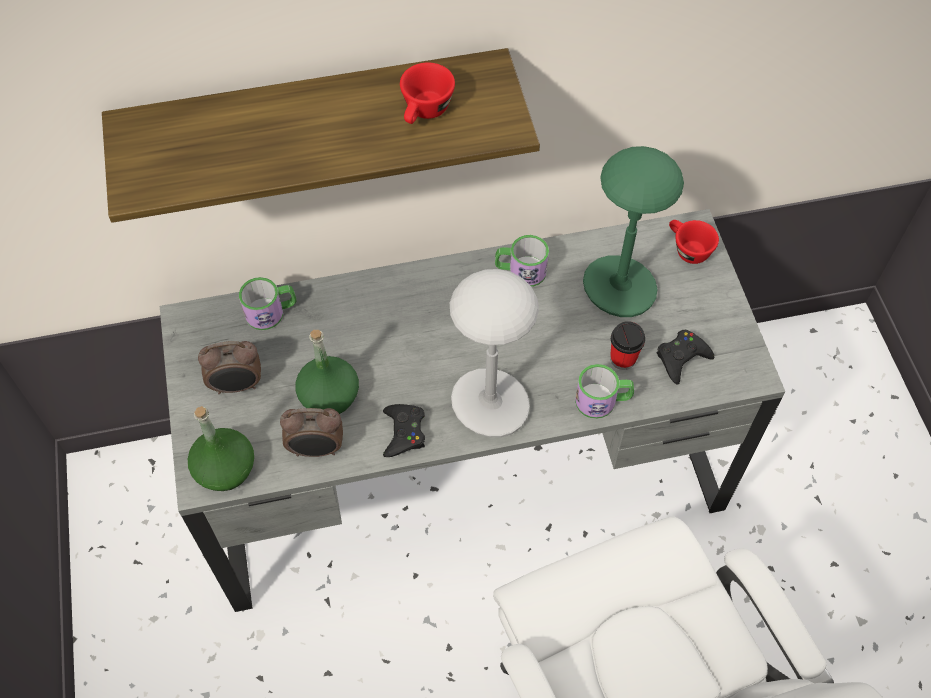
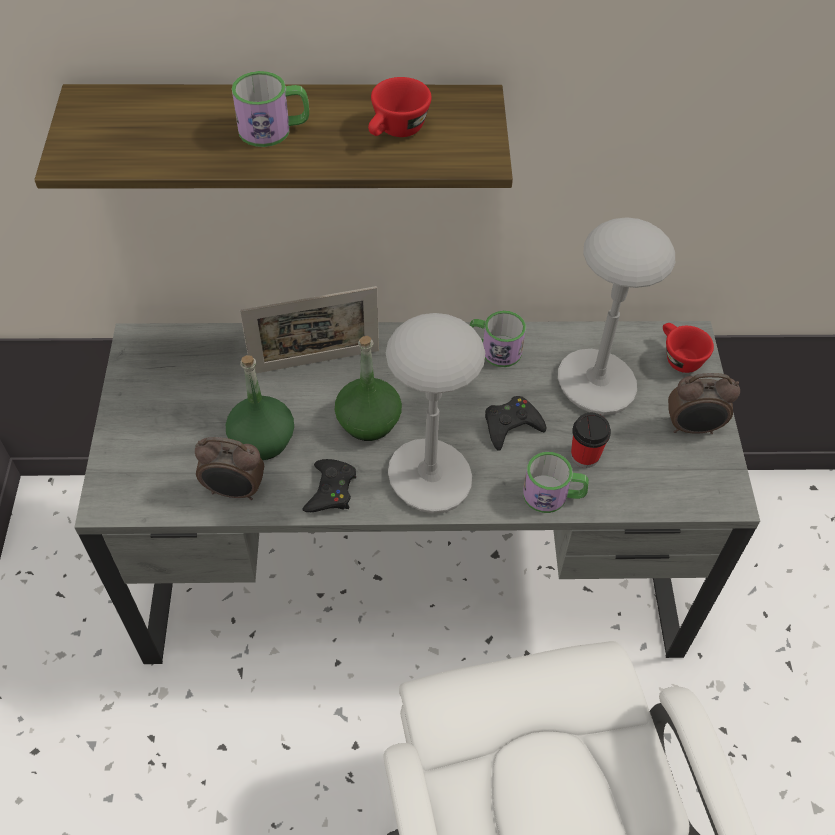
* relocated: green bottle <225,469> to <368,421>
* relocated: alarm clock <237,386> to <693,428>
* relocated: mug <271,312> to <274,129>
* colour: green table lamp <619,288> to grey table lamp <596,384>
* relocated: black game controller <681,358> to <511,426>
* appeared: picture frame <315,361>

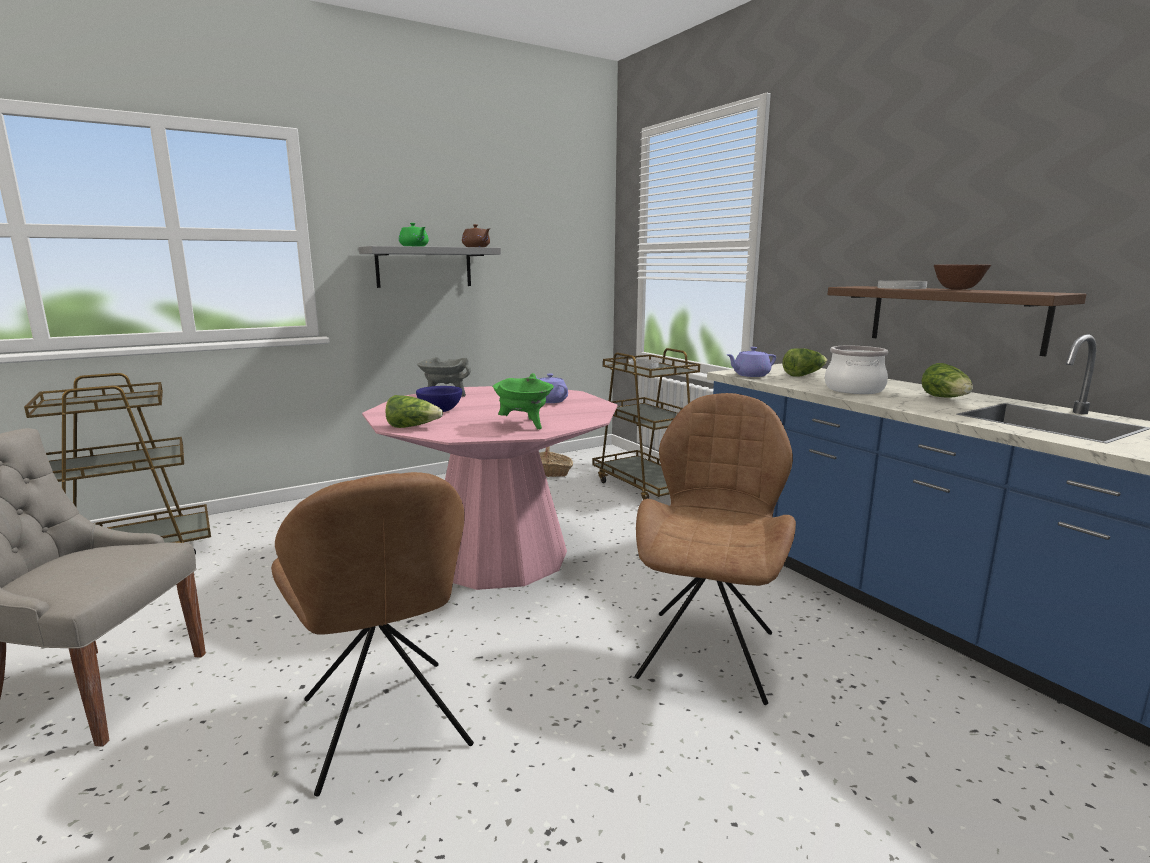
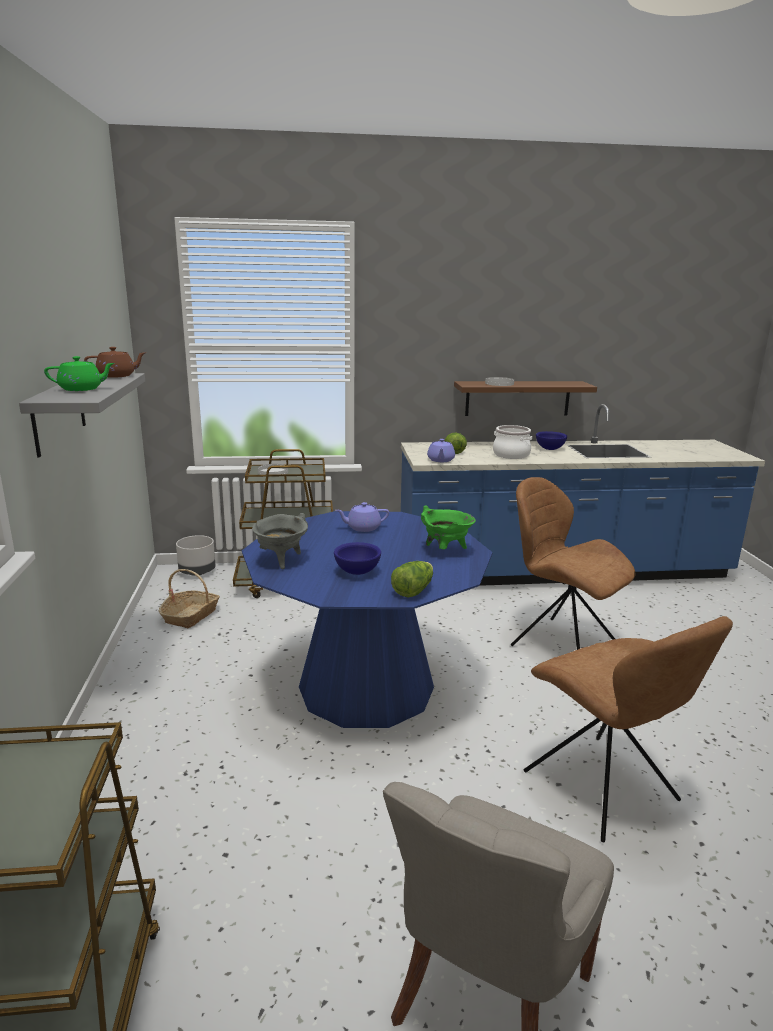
* spun: brown chair <386,727> = <604,789> 60 degrees clockwise
* colour: pink dining table <498,555> to blue dining table <366,687>
* exchanged: lettuce <946,398> to blue bowl <549,449>
* missing: brown bowl <958,289>
* appeared: grey planter <197,572>

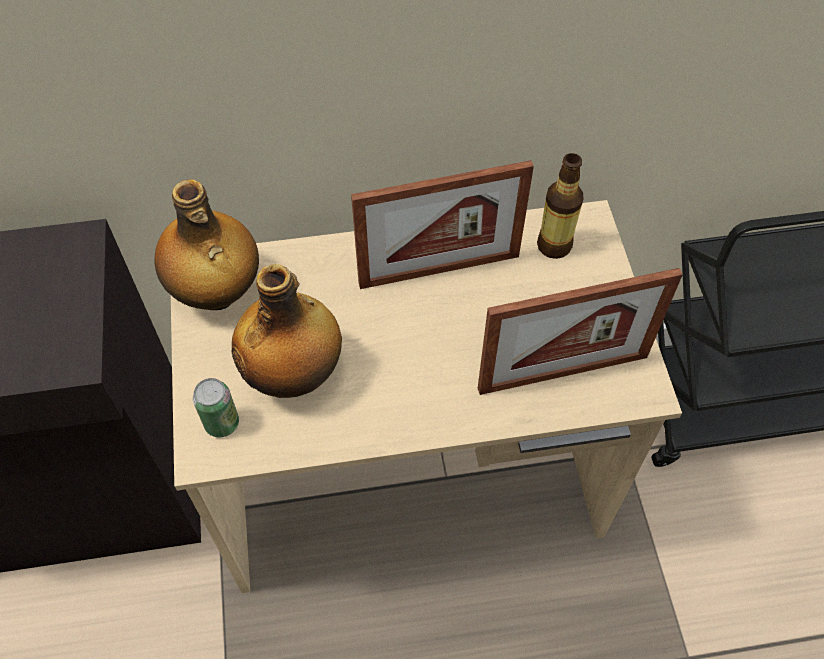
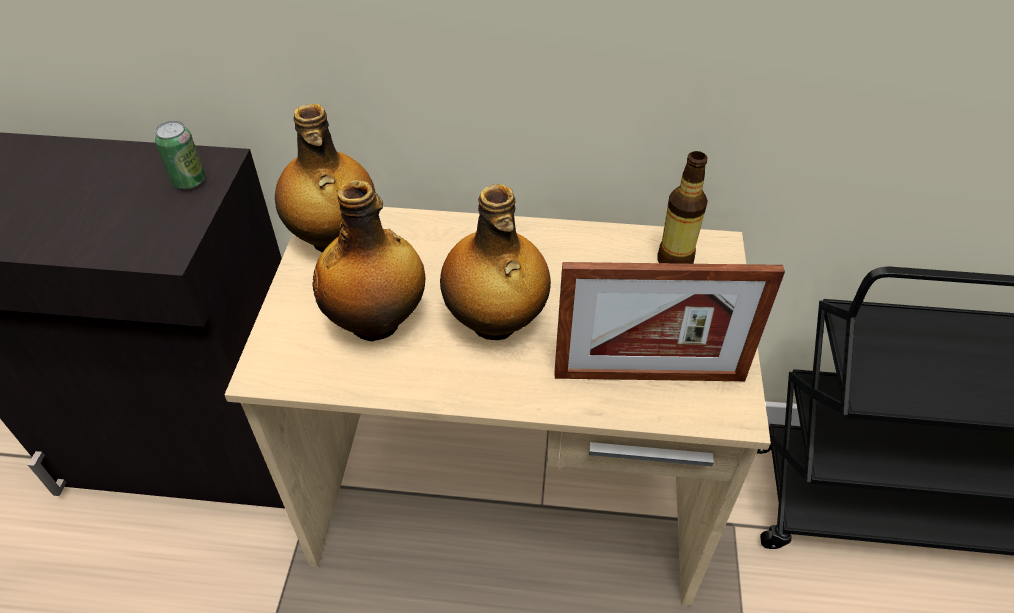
* relocated: can <222,423> to <189,181>
* missing: picture frame <439,270>
* appeared: bottle <495,323>

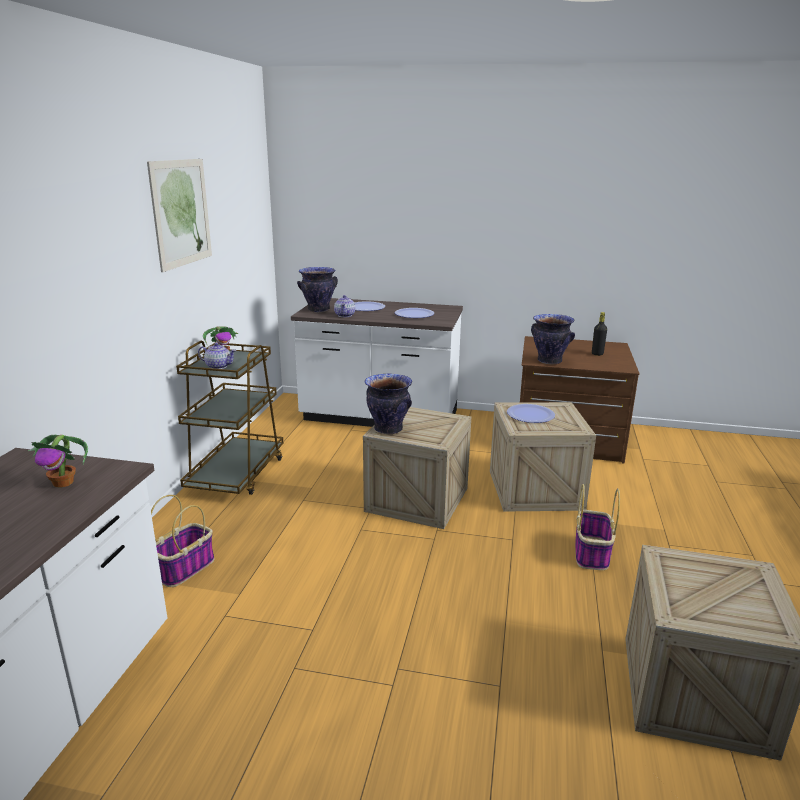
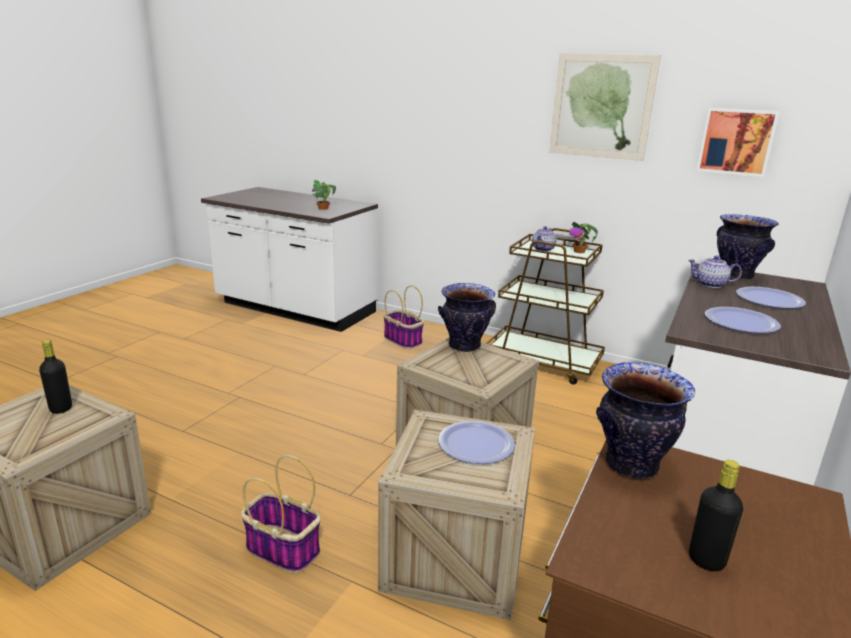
* appeared: black bottle <61,408>
* appeared: picture <736,141>

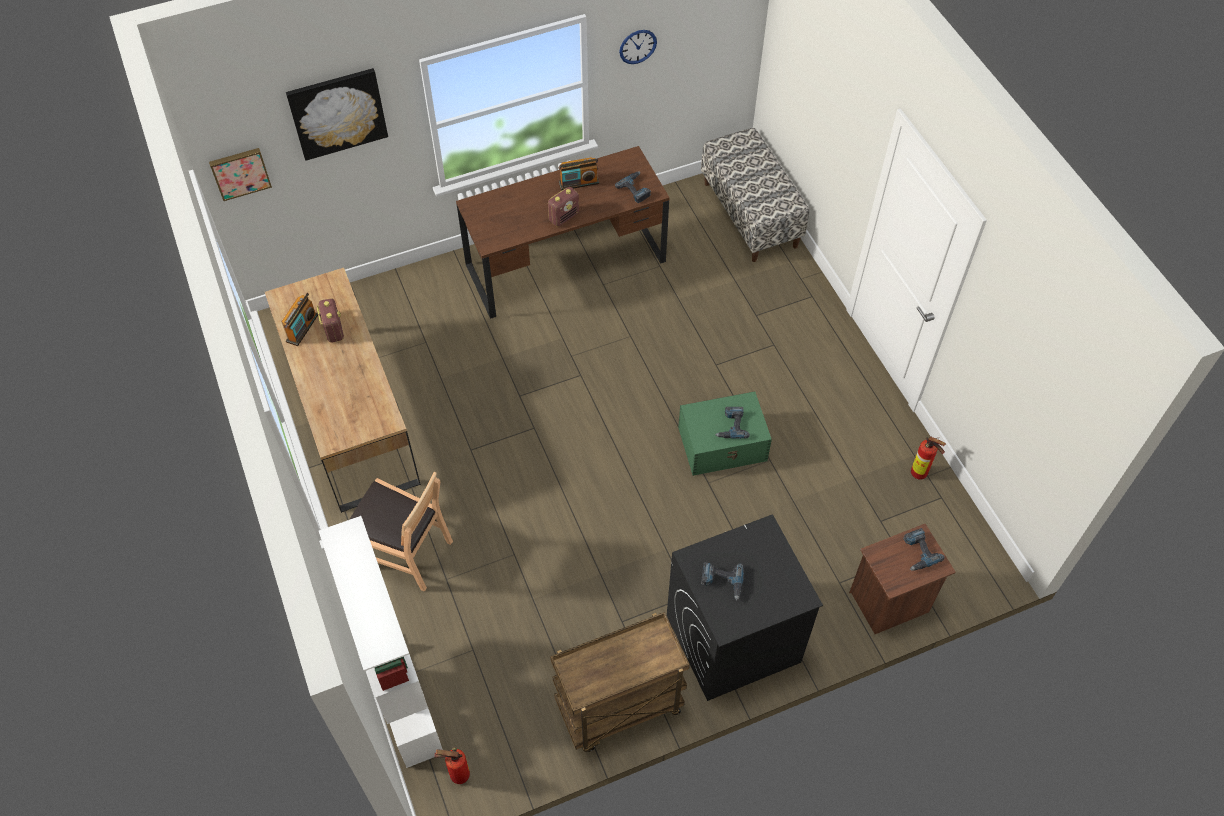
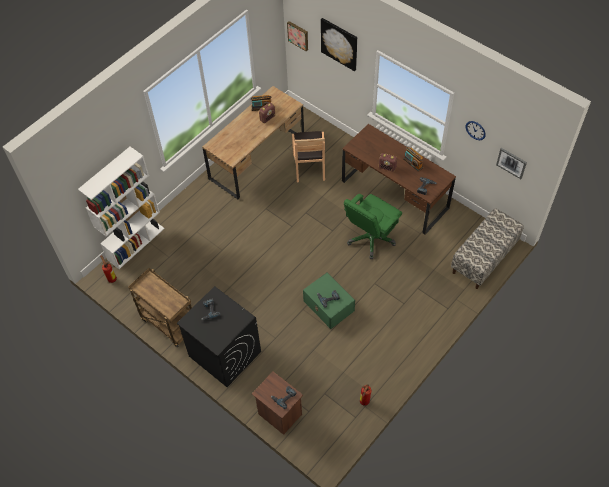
* relocated: brown chair <404,552> to <309,167>
* appeared: green office chair <371,238>
* appeared: picture <511,163>

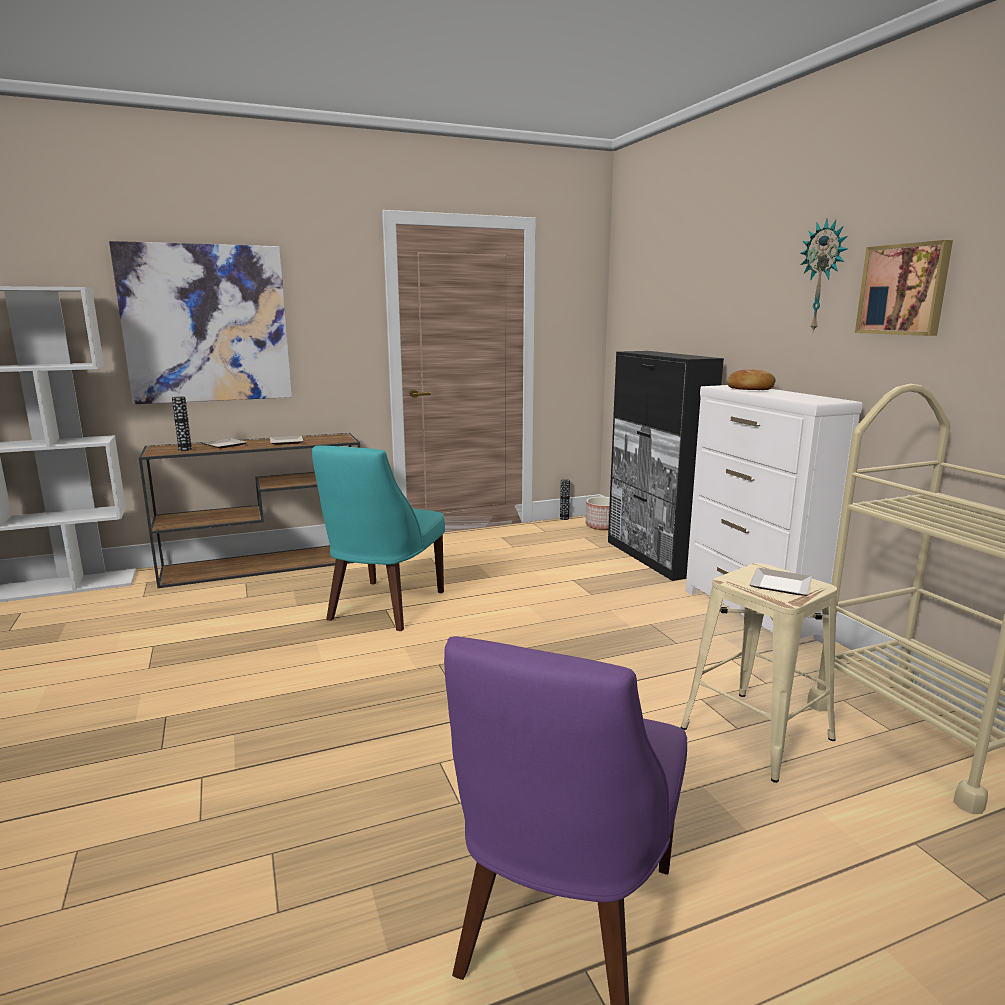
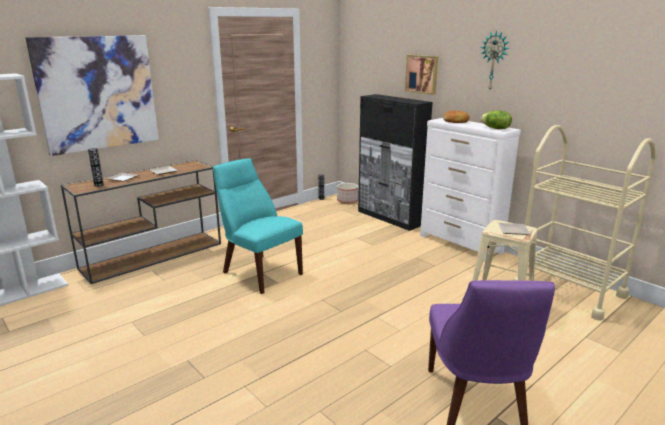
* spun: turquoise chair <383,607> = <259,272> 135 degrees clockwise
* relocated: picture <904,289> to <422,74>
* appeared: lettuce <495,128>

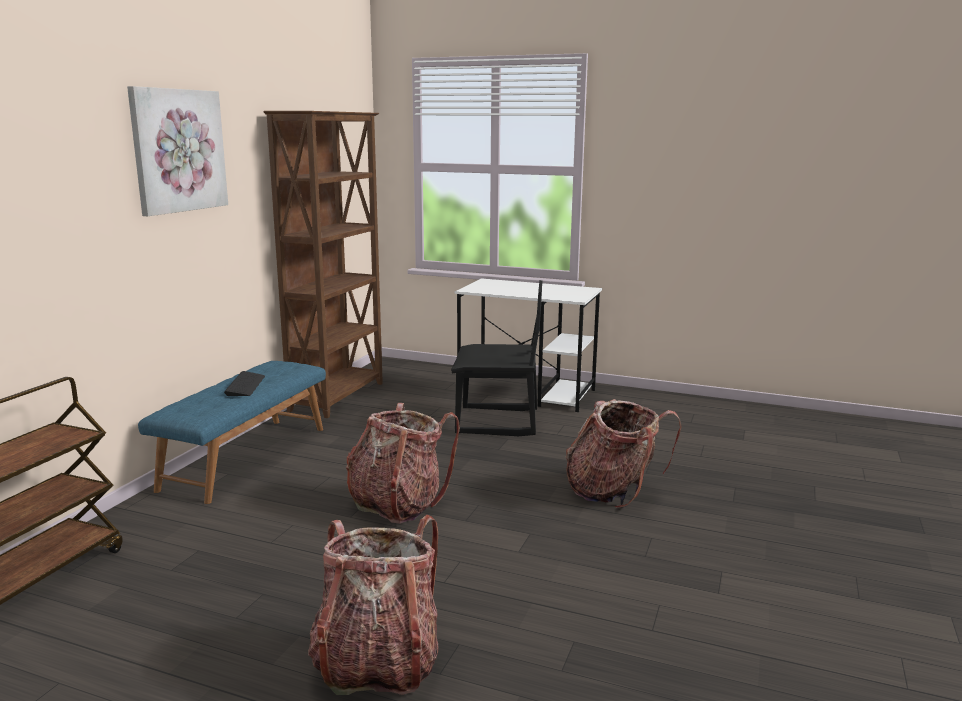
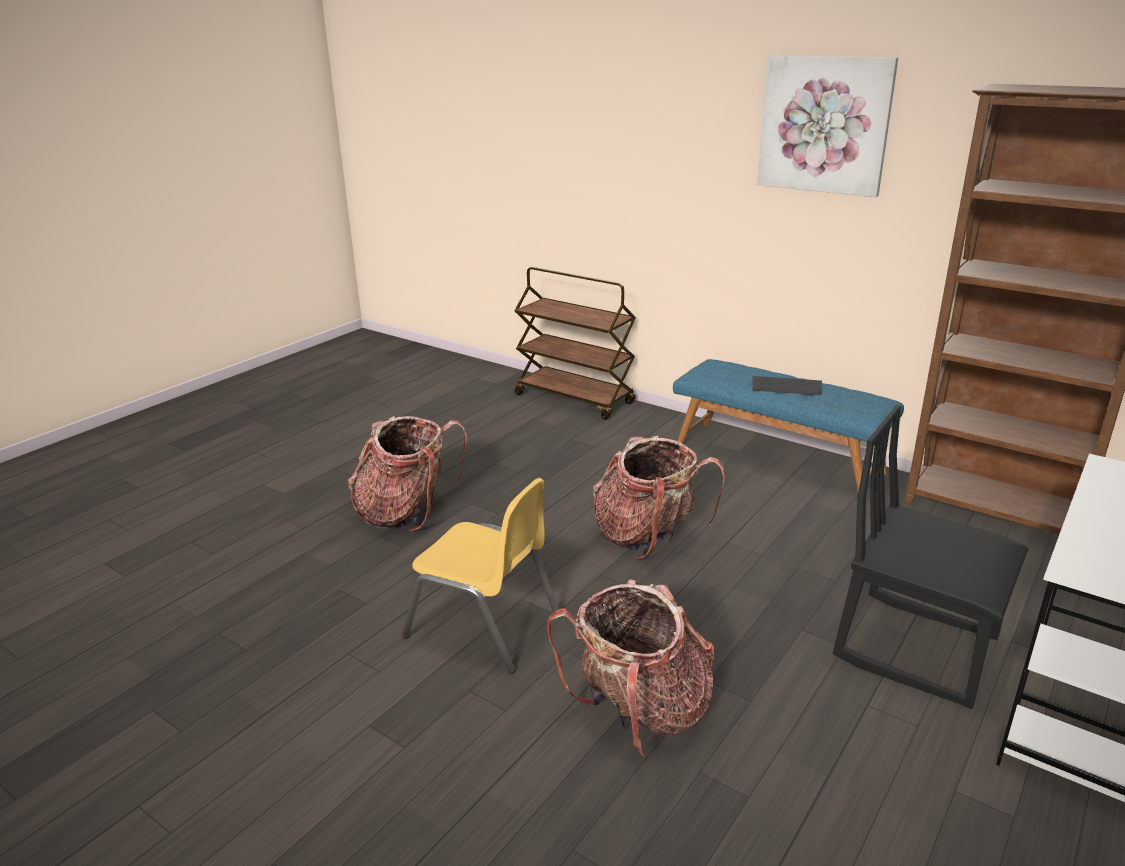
* spun: black chair <497,422> = <916,647> 105 degrees clockwise
* appeared: yellow chair <484,626>

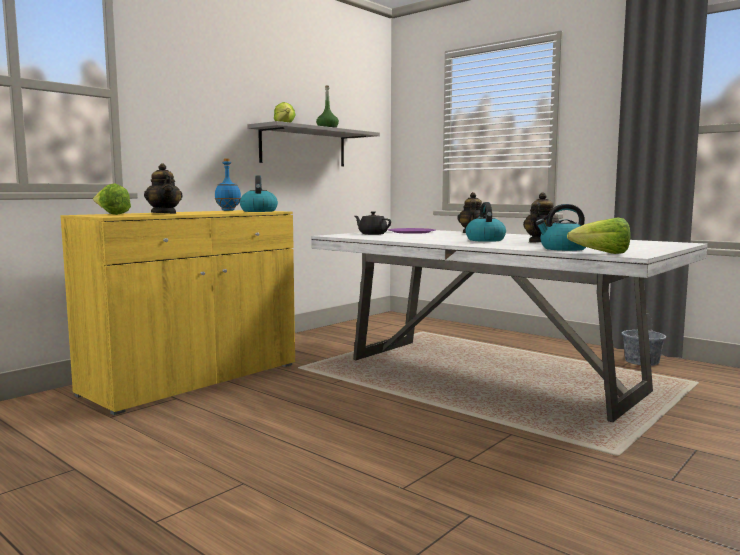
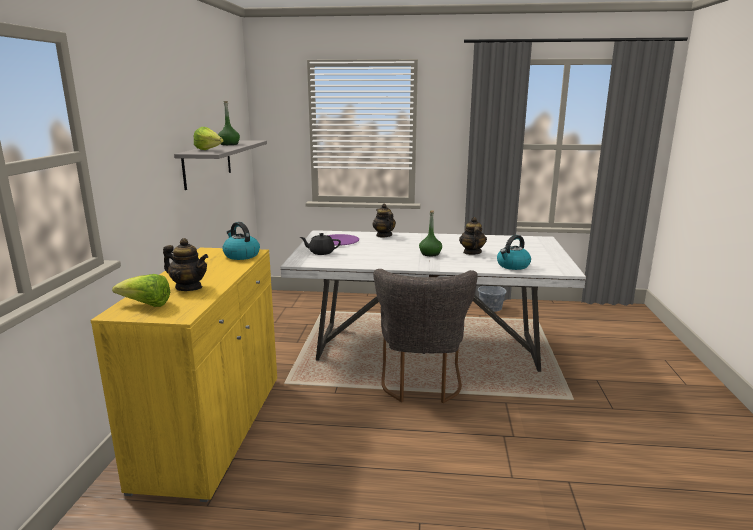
* missing: blue bottle <228,210>
* exchanged: kettle <484,240> to green bottle <430,254>
* missing: lettuce <602,253>
* appeared: grey chair <421,384>

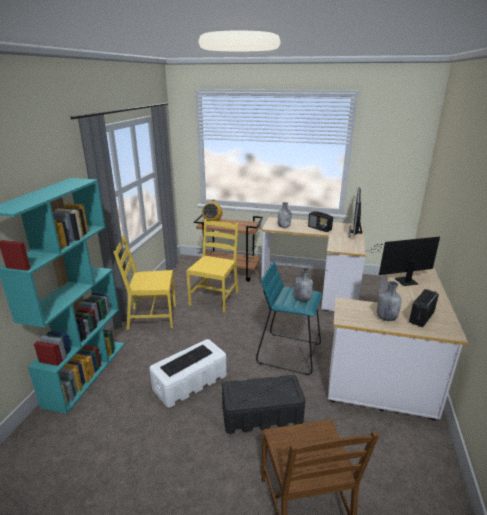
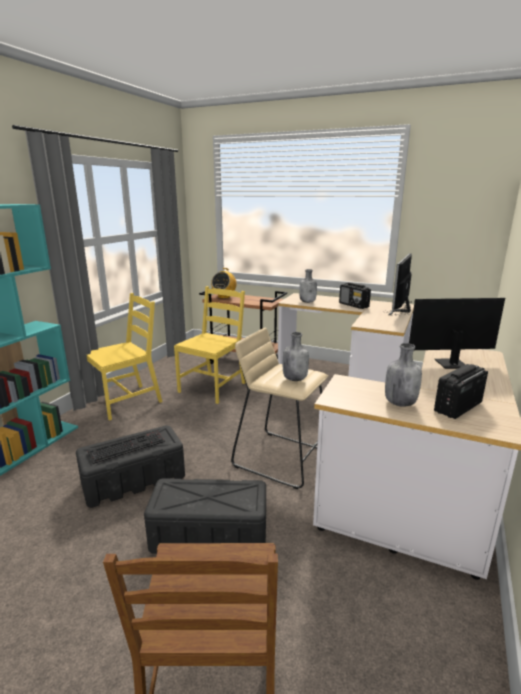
* spun: yellow chair <151,317> = <126,401> 135 degrees clockwise
* colour: white storage box <190,382> to black storage box <134,479>
* colour: turquoise stool <289,352> to beige stool <281,458>

